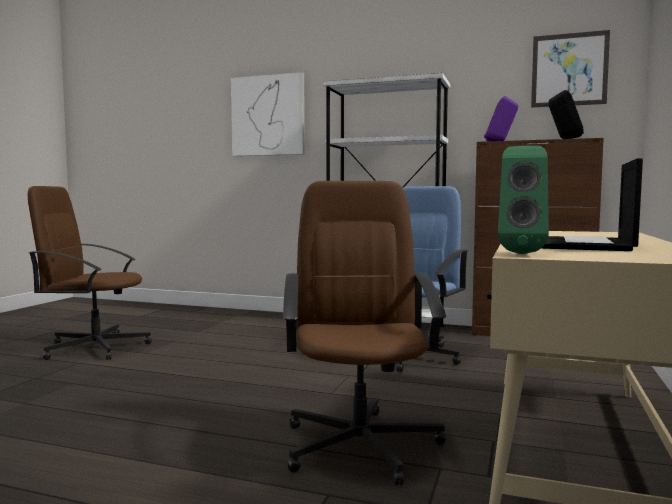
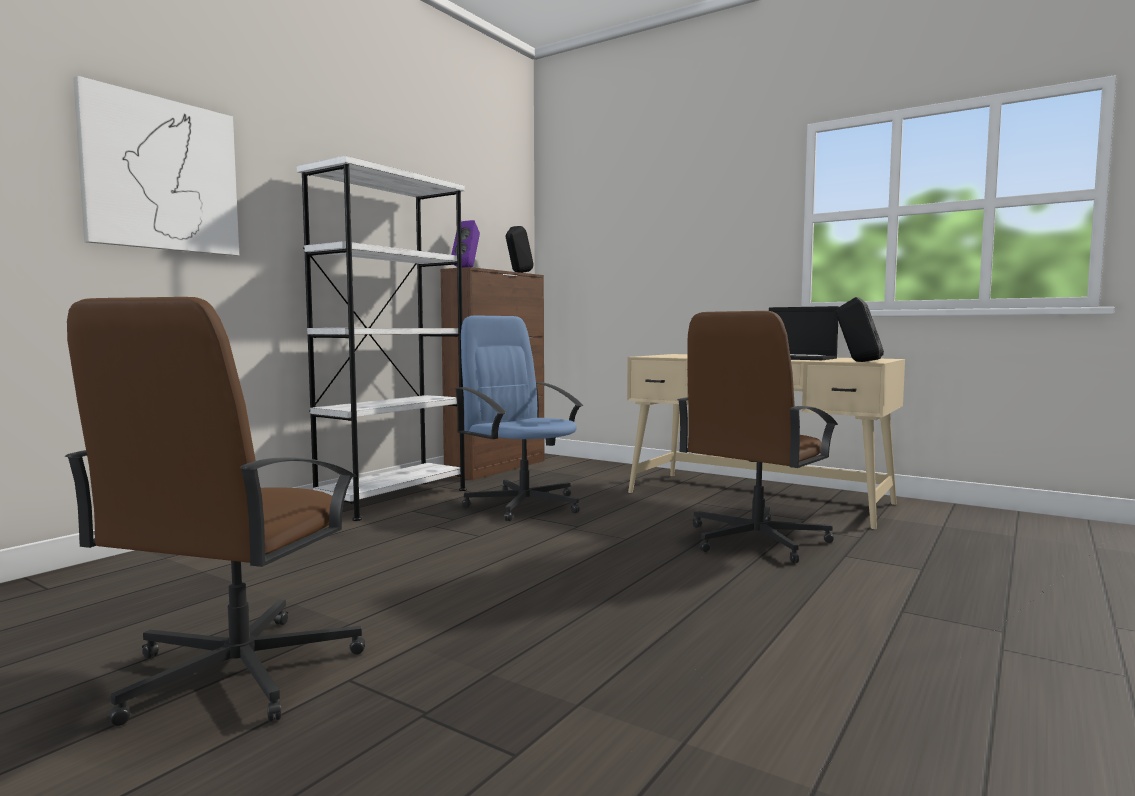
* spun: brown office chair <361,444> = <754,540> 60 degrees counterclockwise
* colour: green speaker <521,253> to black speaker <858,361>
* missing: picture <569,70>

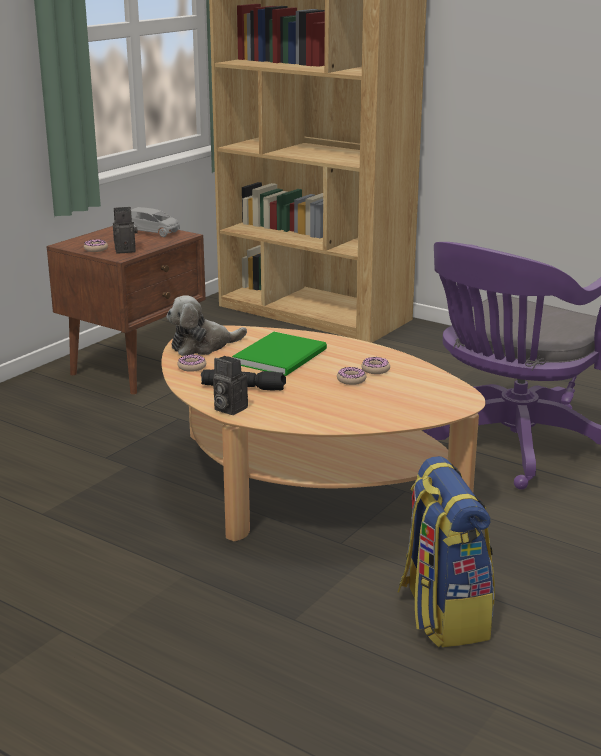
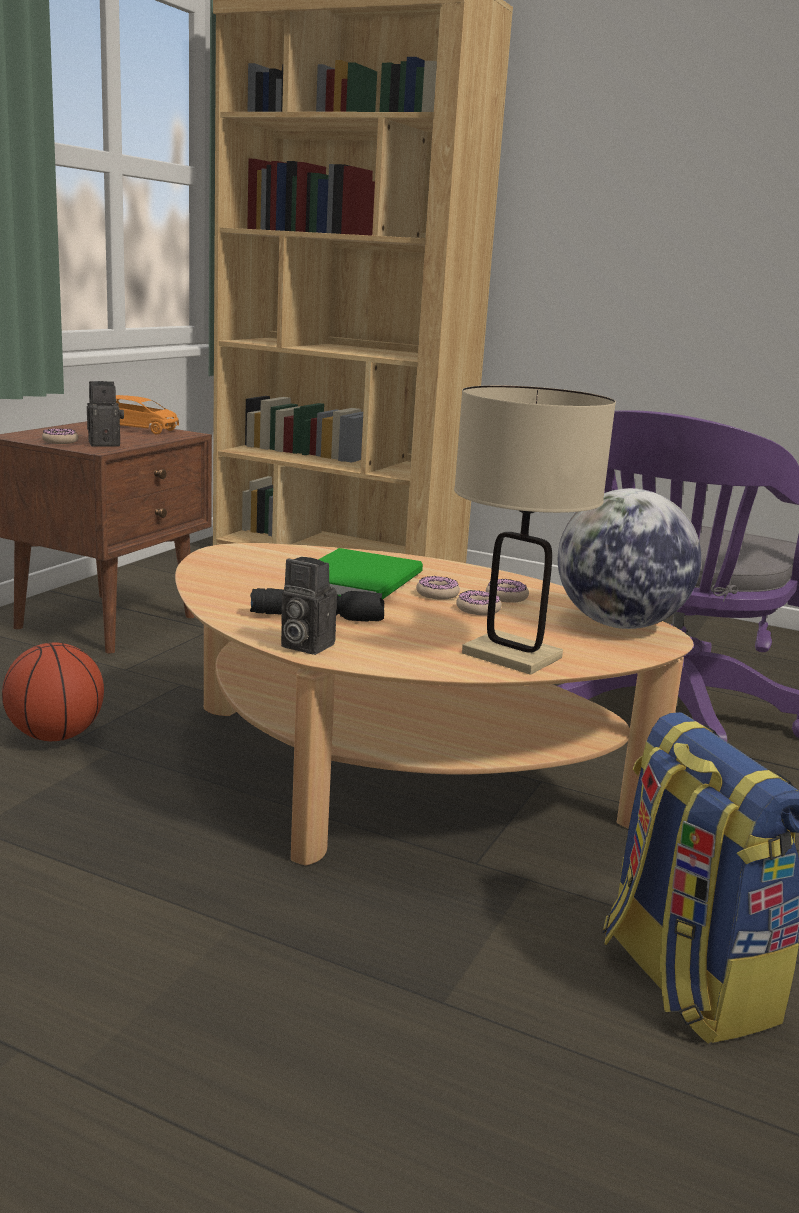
* colour: grey toy car <152,232> to orange toy car <140,429>
* missing: plush toy <203,346>
* relocated: donut <192,367> to <437,594>
* appeared: basketball <55,736>
* appeared: beige table lamp <512,655>
* appeared: globe <619,625>

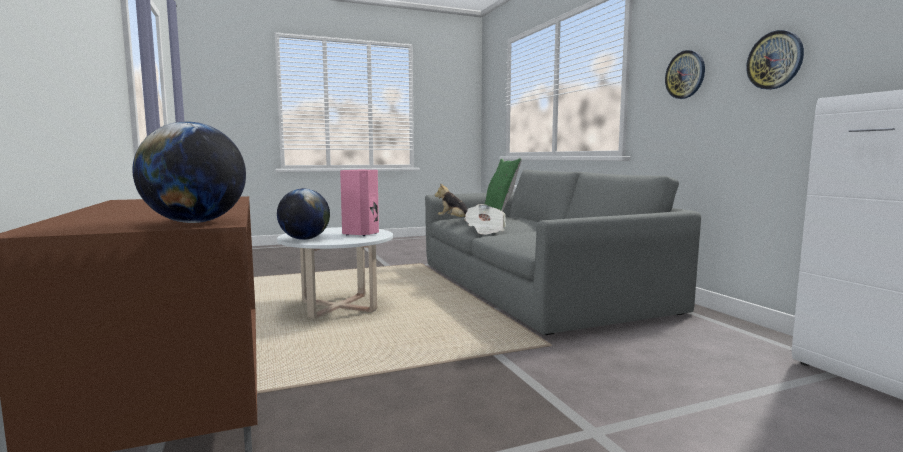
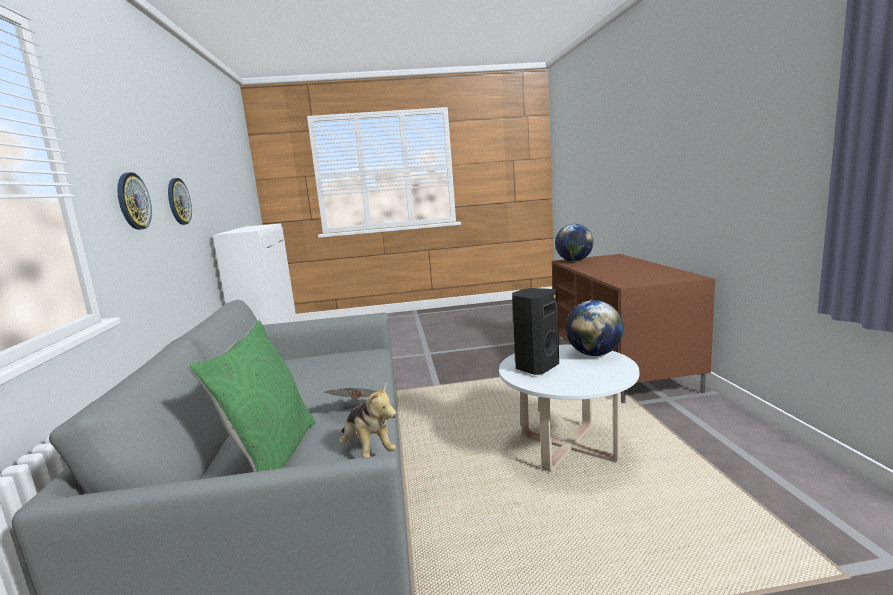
* colour: pink speaker <362,234> to black speaker <535,367>

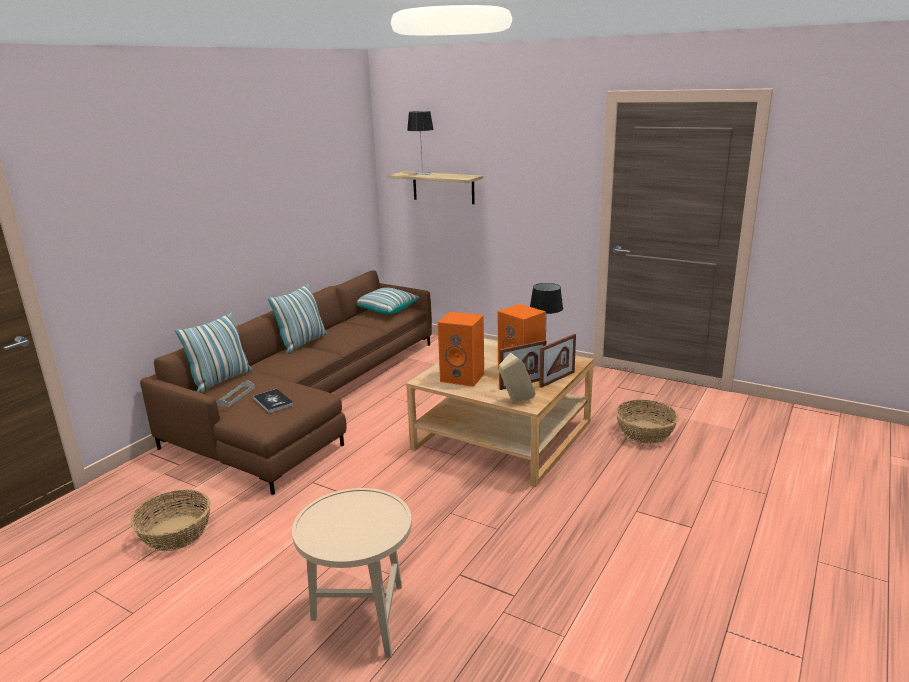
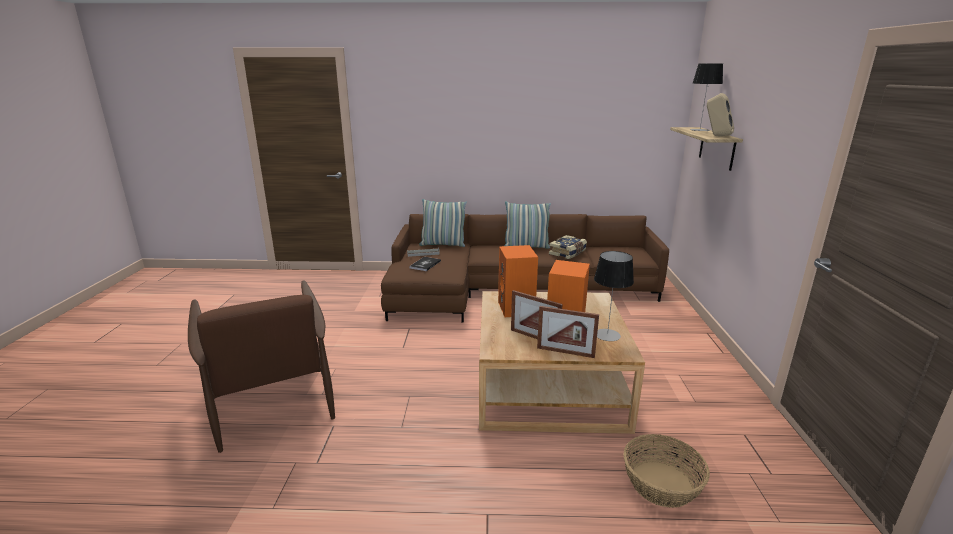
* missing: basket <175,533>
* exchanged: beige side table <362,619> to brown armchair <271,399>
* missing: pillow <385,309>
* relocated: beige speaker <515,401> to <716,136>
* appeared: book <568,253>

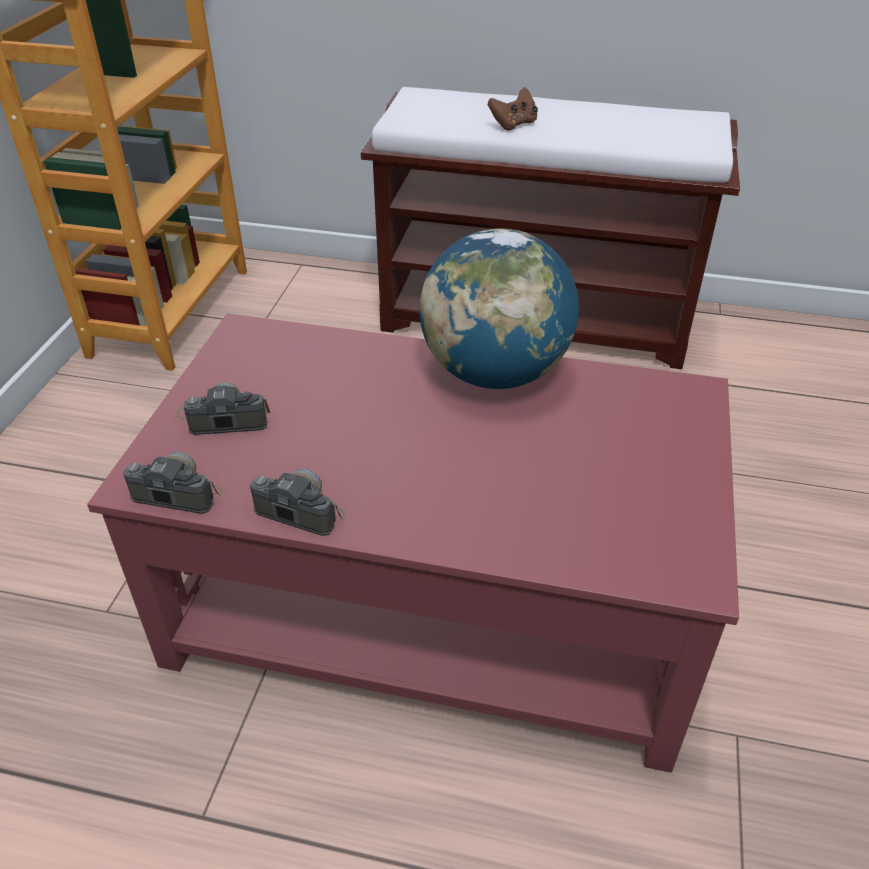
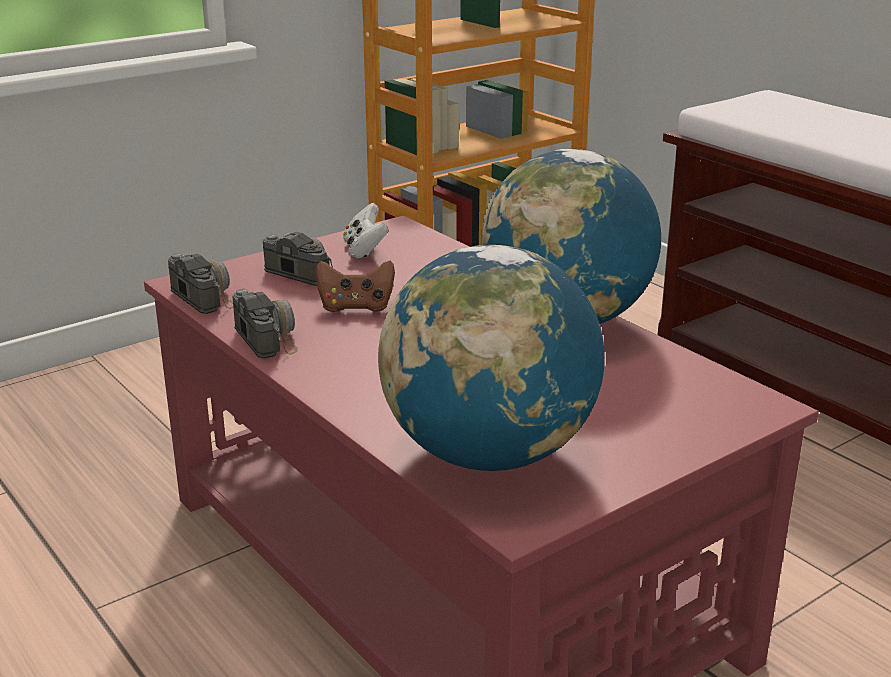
* relocated: brown game controller <513,124> to <356,307>
* appeared: white game controller <364,250>
* appeared: globe <489,454>

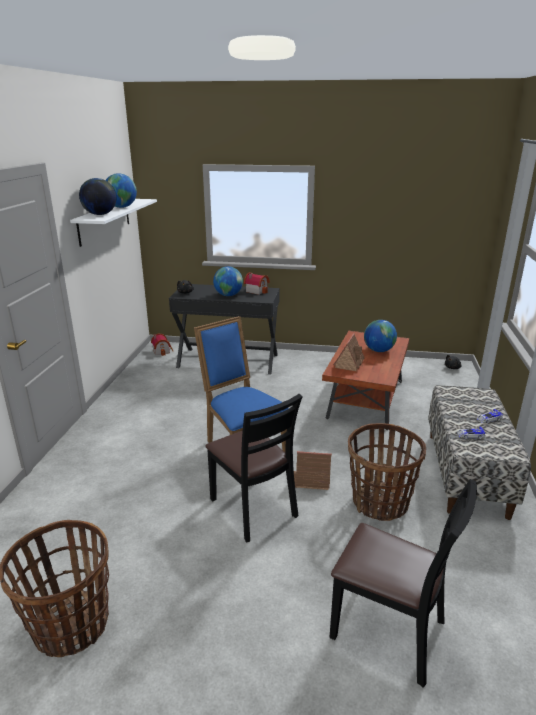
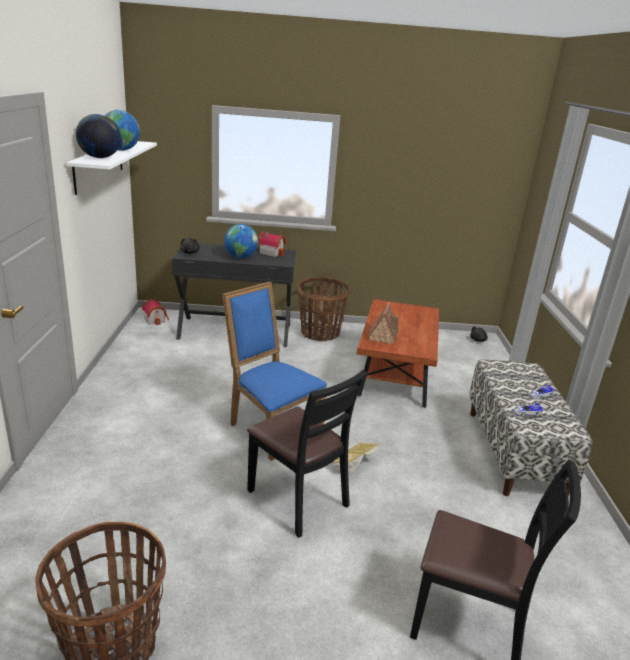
* exchanged: toy house <310,480> to book <354,465>
* relocated: basket <380,503> to <320,333>
* missing: globe <378,350>

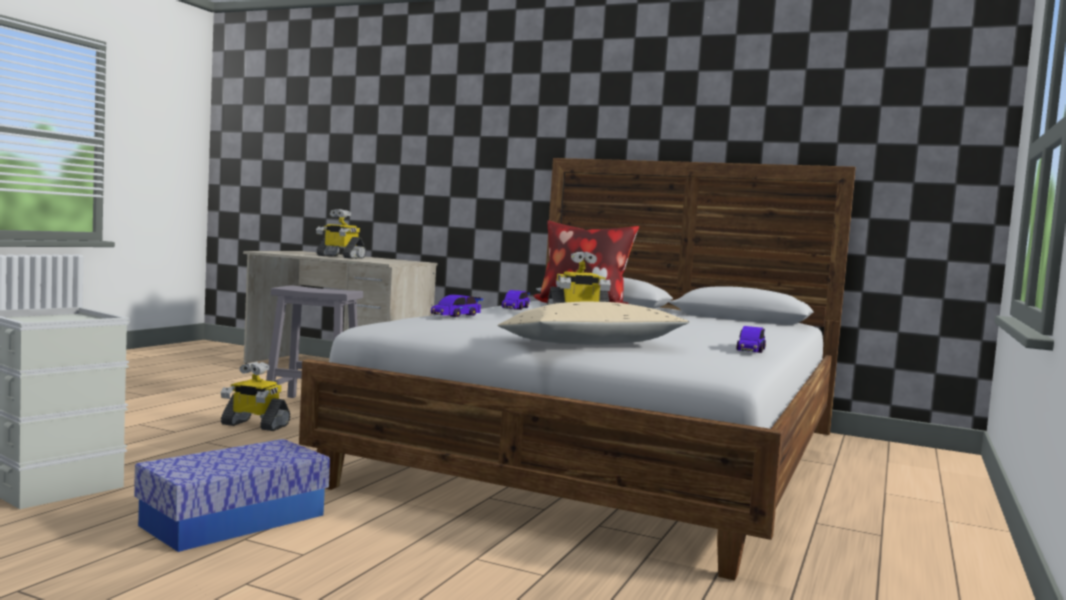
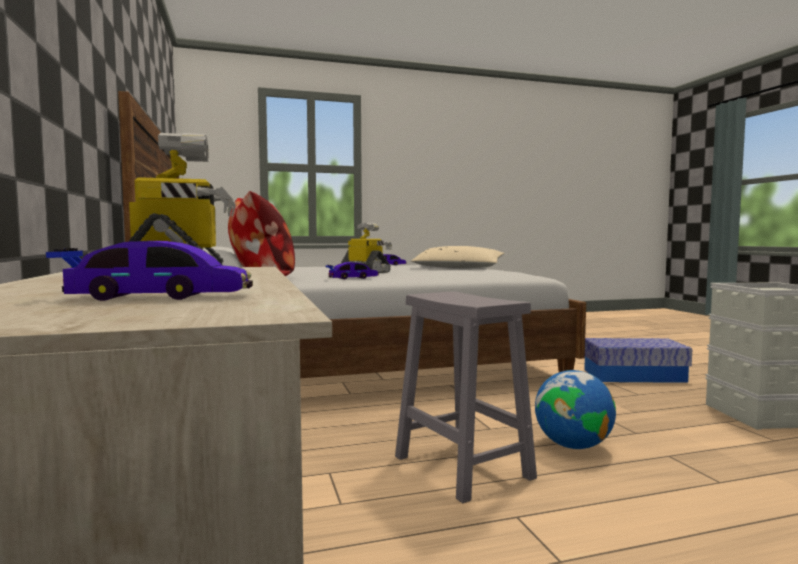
* exchanged: toy robot <254,425> to globe <572,445>
* relocated: toy car <456,315> to <158,296>

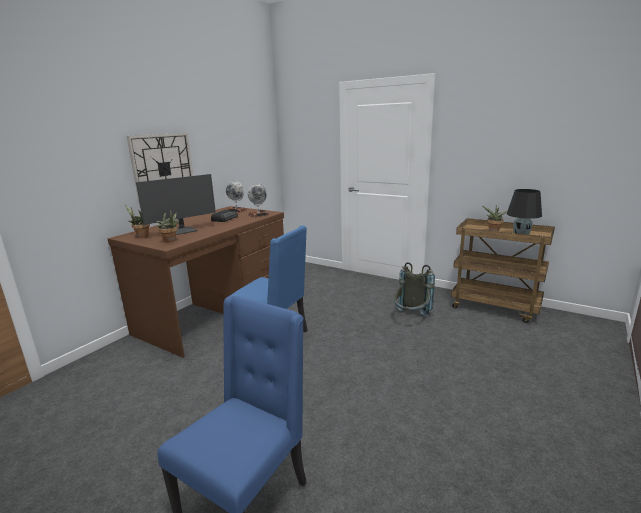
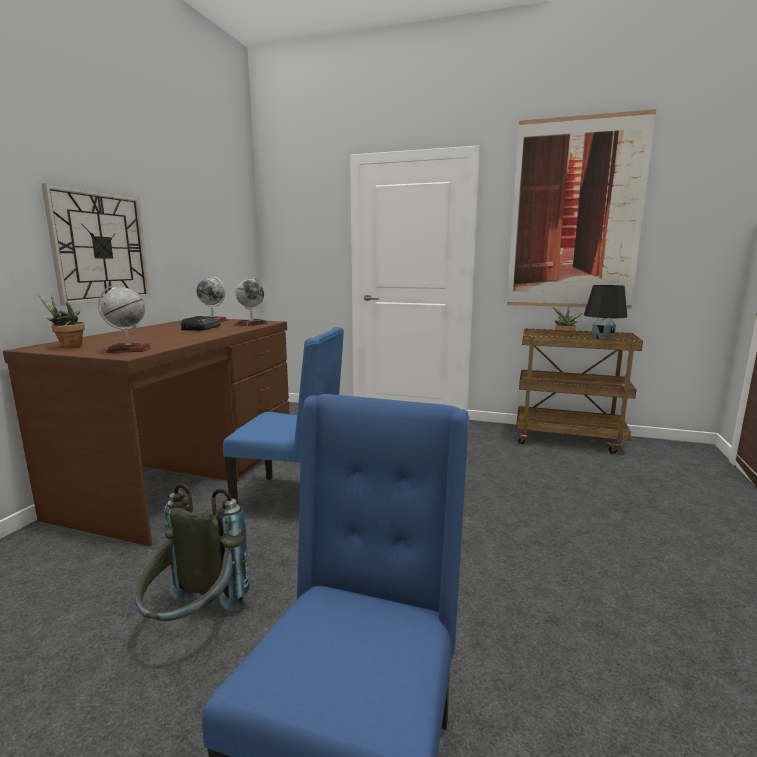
* missing: monitor <182,231>
* exchanged: potted plant <171,241> to globe <128,350>
* relocated: grey backpack <411,318> to <194,622>
* appeared: picture <575,215>

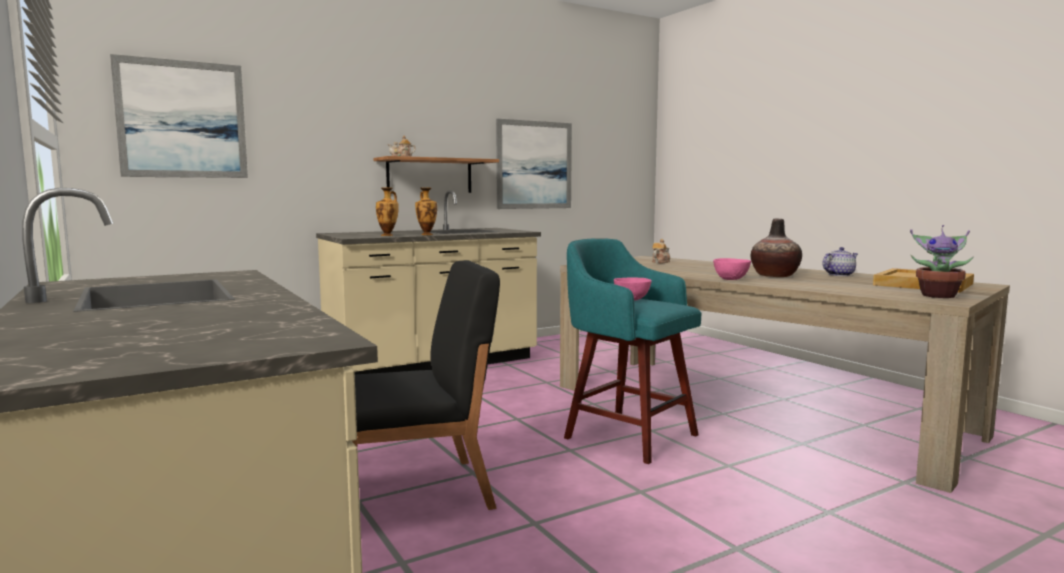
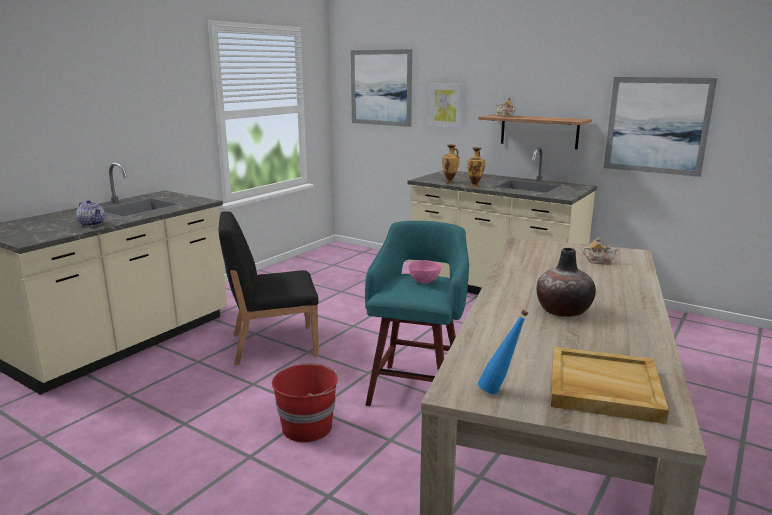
* spun: black chair <418,492> = <273,344> 120 degrees clockwise
* missing: pink bowl <731,279>
* relocated: teapot <839,275> to <92,224>
* exchanged: potted plant <938,295> to blue bottle <499,390>
* appeared: red bucket <308,427>
* appeared: picture <446,105>

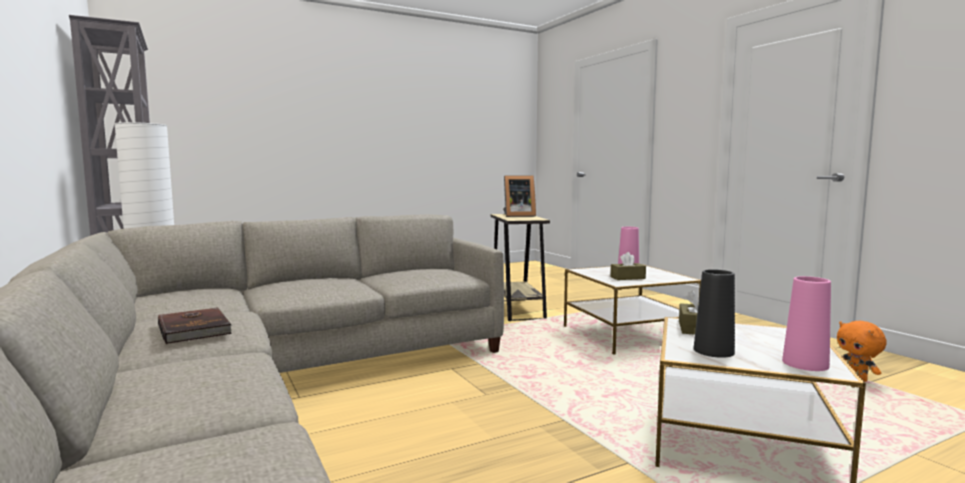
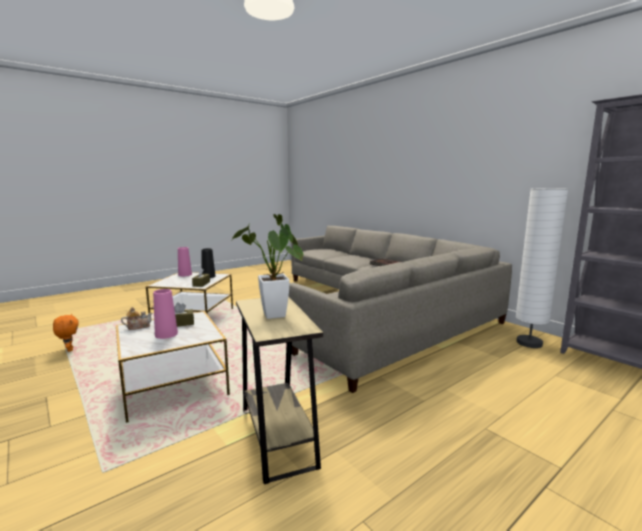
* exchanged: picture frame <517,216> to potted plant <275,317>
* appeared: teapot <138,327>

